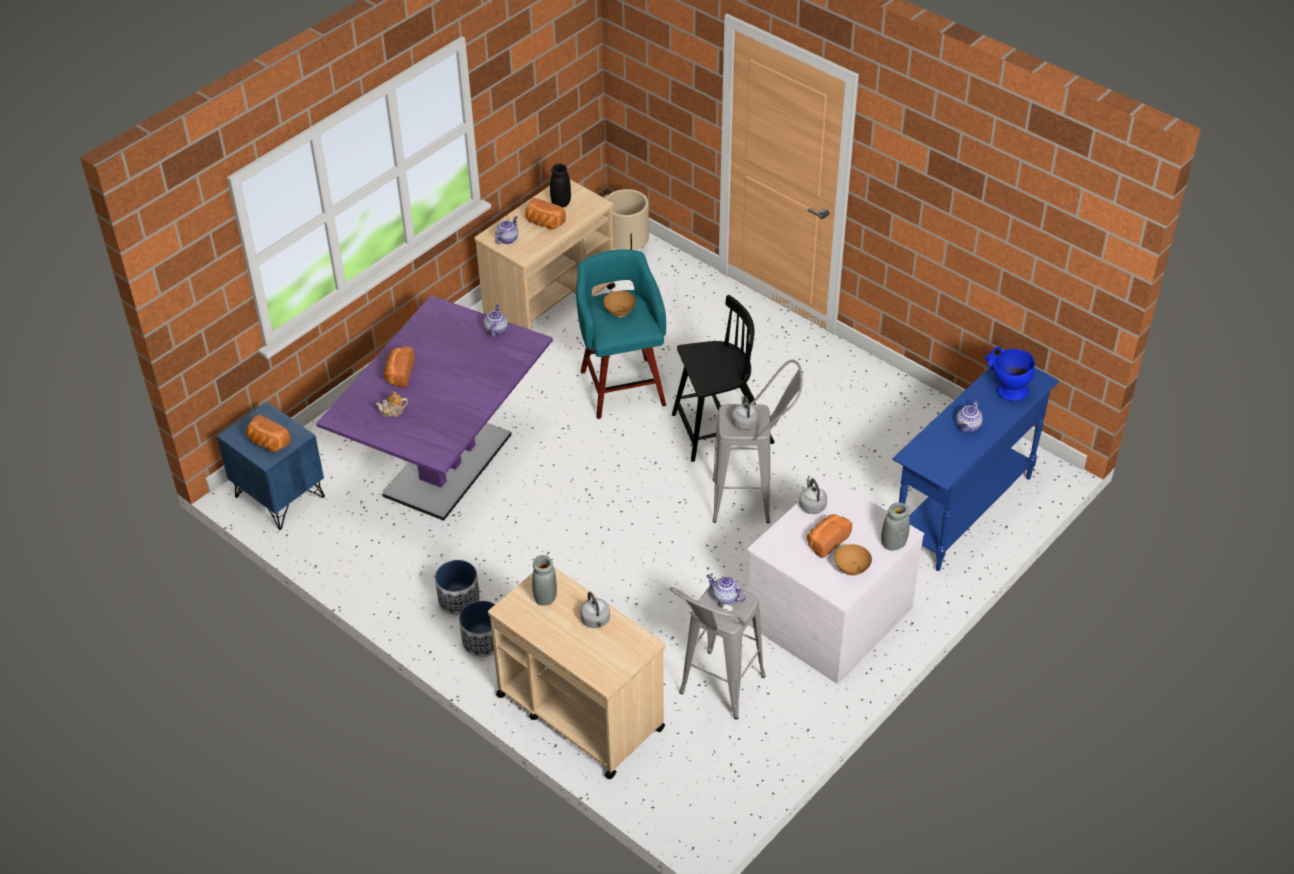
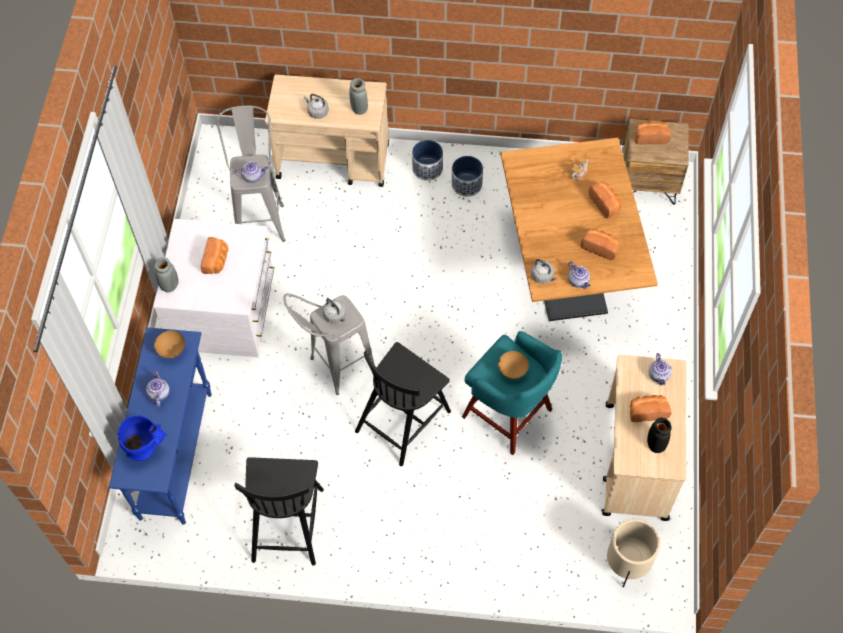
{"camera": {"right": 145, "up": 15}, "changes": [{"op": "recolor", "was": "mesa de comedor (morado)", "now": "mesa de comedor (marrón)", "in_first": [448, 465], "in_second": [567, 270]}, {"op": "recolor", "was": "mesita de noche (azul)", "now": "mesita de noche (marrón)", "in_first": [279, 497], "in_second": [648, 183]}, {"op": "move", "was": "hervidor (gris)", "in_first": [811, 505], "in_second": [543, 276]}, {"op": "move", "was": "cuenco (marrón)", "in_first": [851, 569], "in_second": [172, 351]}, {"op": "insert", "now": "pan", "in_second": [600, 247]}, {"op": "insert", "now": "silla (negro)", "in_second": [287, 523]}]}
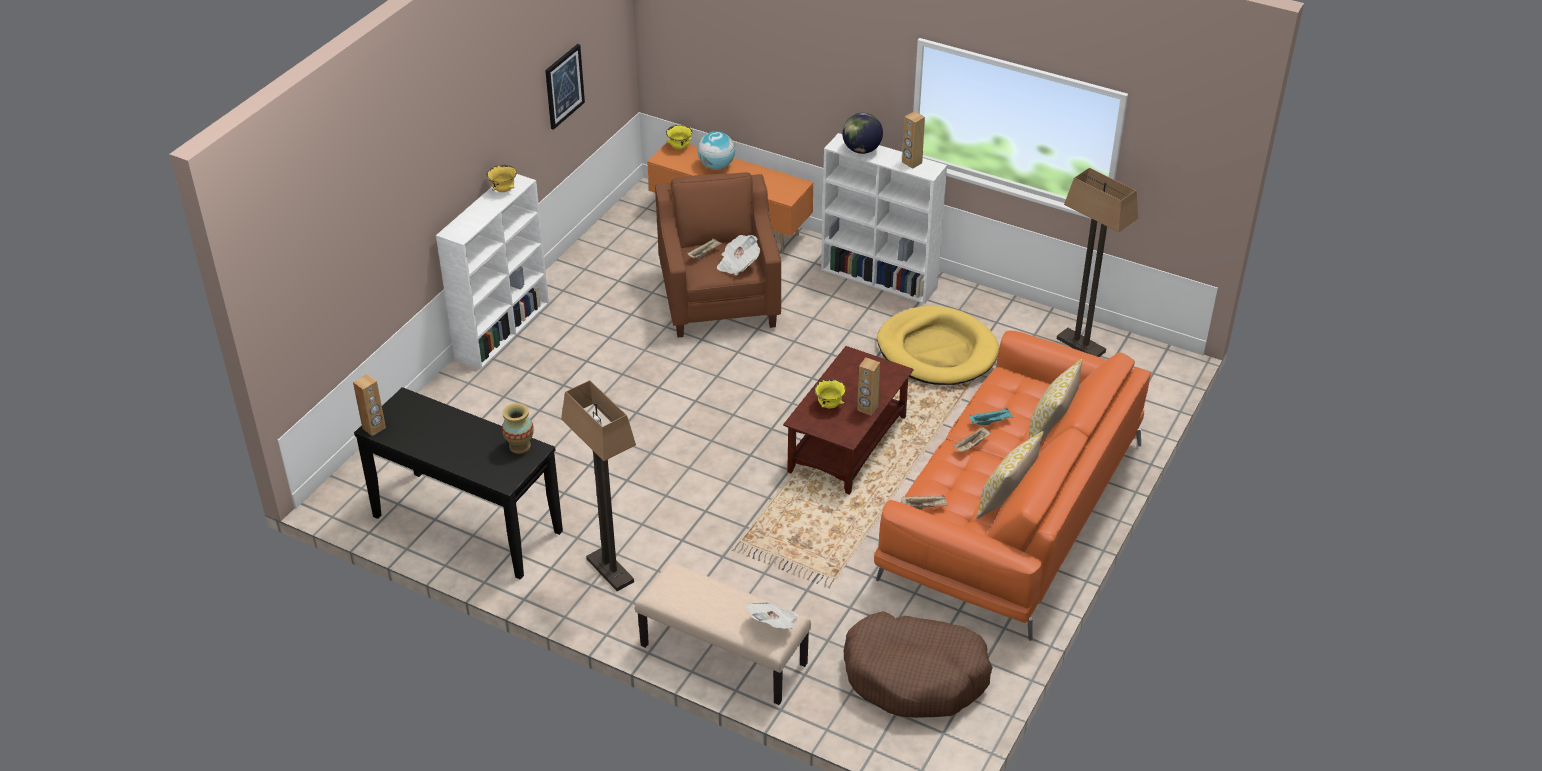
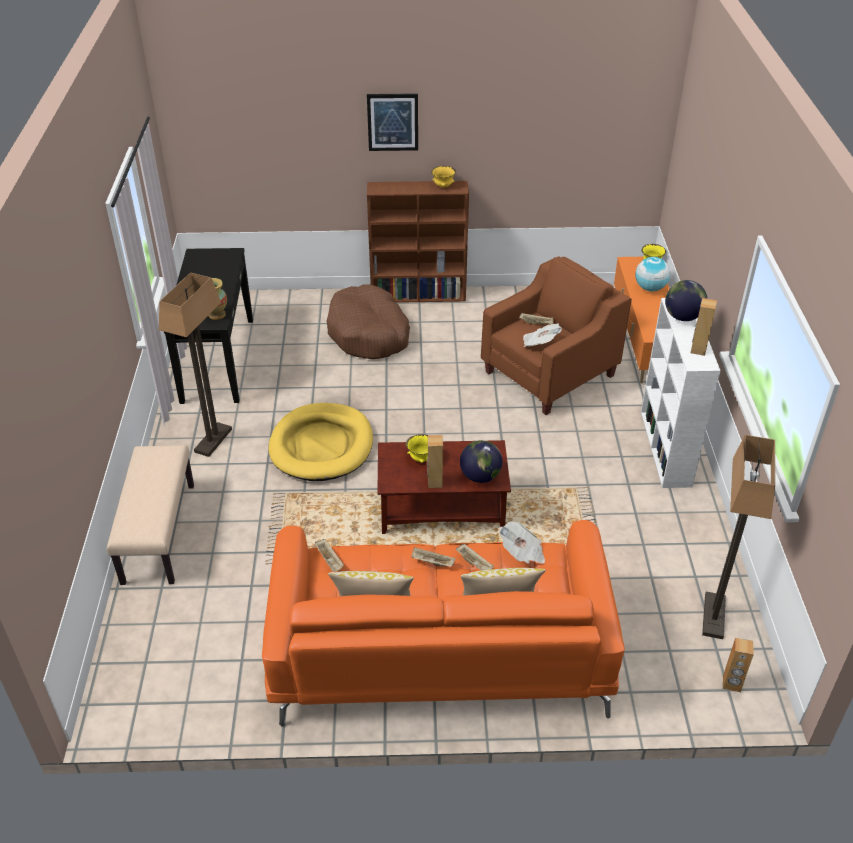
{"camera": {"right": 60, "up": 0}, "changes": [{"op": "move", "was": "cuadro", "in_first": [564, 86], "in_second": [393, 122]}, {"op": "recolor", "was": "estantería (blanco)", "now": "estantería (marrón)", "in_first": [503, 330], "in_second": [419, 295]}, {"op": "move", "was": "cama para perro (amarillo)", "in_first": [937, 351], "in_second": [321, 446]}, {"op": "move", "was": "altavoz (marrón)", "in_first": [374, 428], "in_second": [731, 684]}, {"op": "recolor", "was": "bandeja (turquesa)", "now": "bandeja (beis)", "in_first": [991, 422], "in_second": [475, 564]}, {"op": "move", "was": "periódico", "in_first": [774, 624], "in_second": [522, 552]}, {"op": "move", "was": "cama para perro (marrón)", "in_first": [915, 676], "in_second": [369, 334]}, {"op": "insert", "now": "globo terráqueo", "in_second": [480, 476]}]}
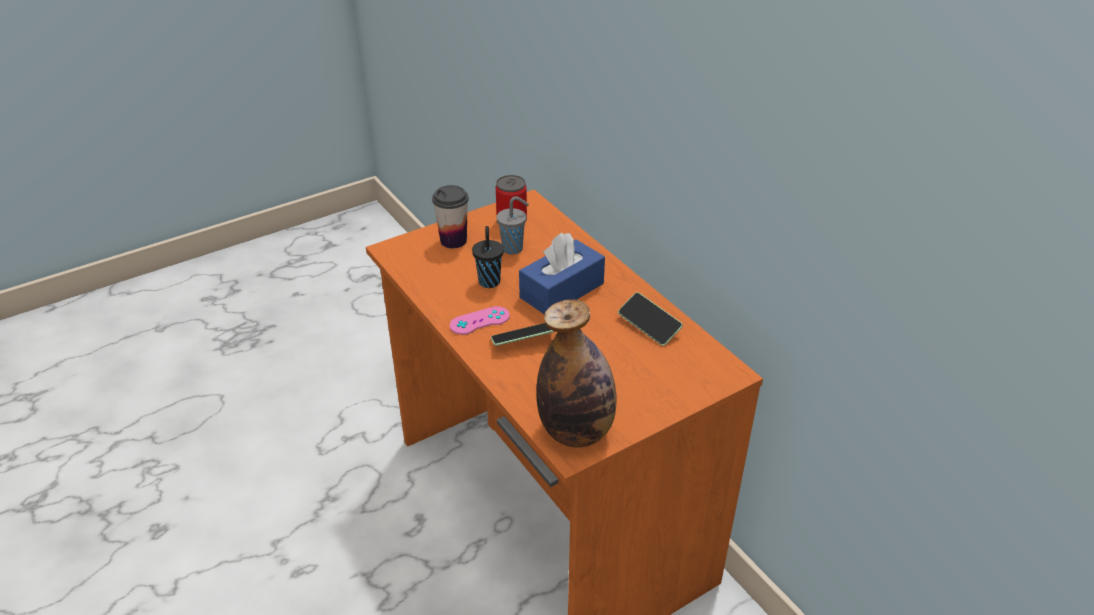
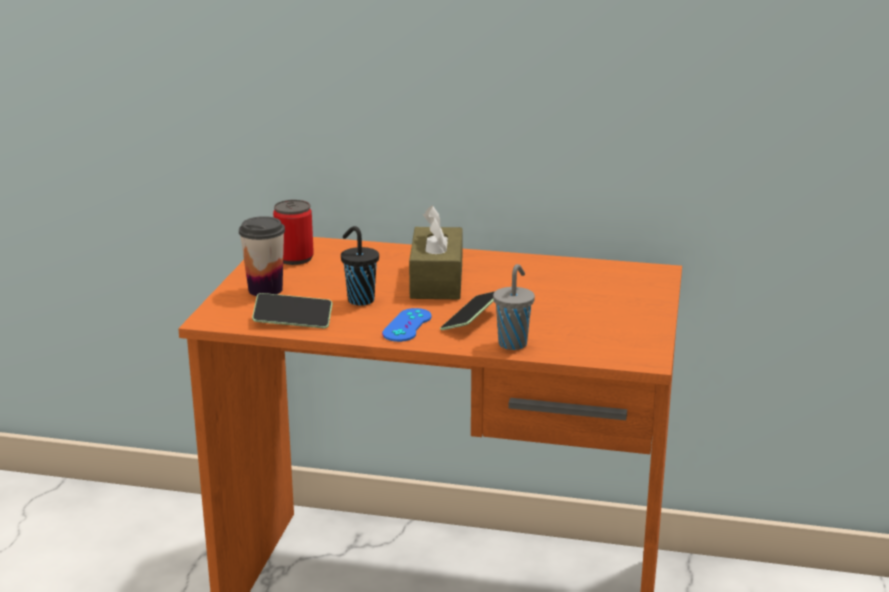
{"camera": {"right": -45, "up": -15}, "changes": [{"op": "move", "was": "taza (gris)", "in_first": [513, 248], "in_second": [513, 343]}, {"op": "recolor", "was": "caja de pañuelos (azul)", "now": "caja de pañuelos (marrón)", "in_first": [562, 290], "in_second": [436, 280]}, {"op": "move", "was": "móvil", "in_first": [649, 326], "in_second": [293, 321]}, {"op": "delete", "was": "botella", "in_first": [576, 432]}, {"op": "recolor", "was": "mando de consola (rosa)", "now": "mando de consola (azul)", "in_first": [479, 321], "in_second": [407, 325]}]}
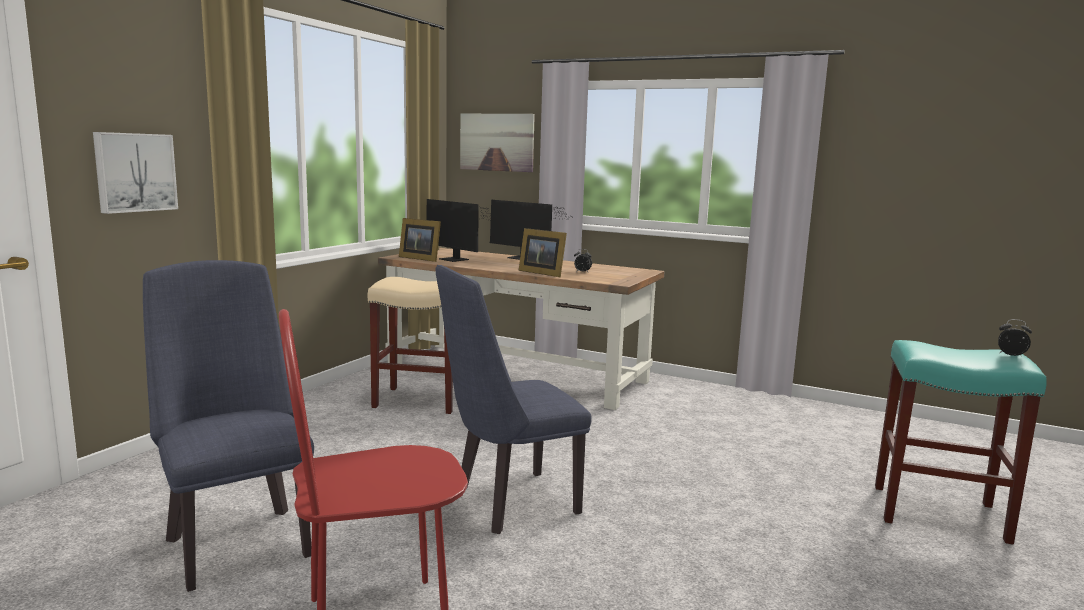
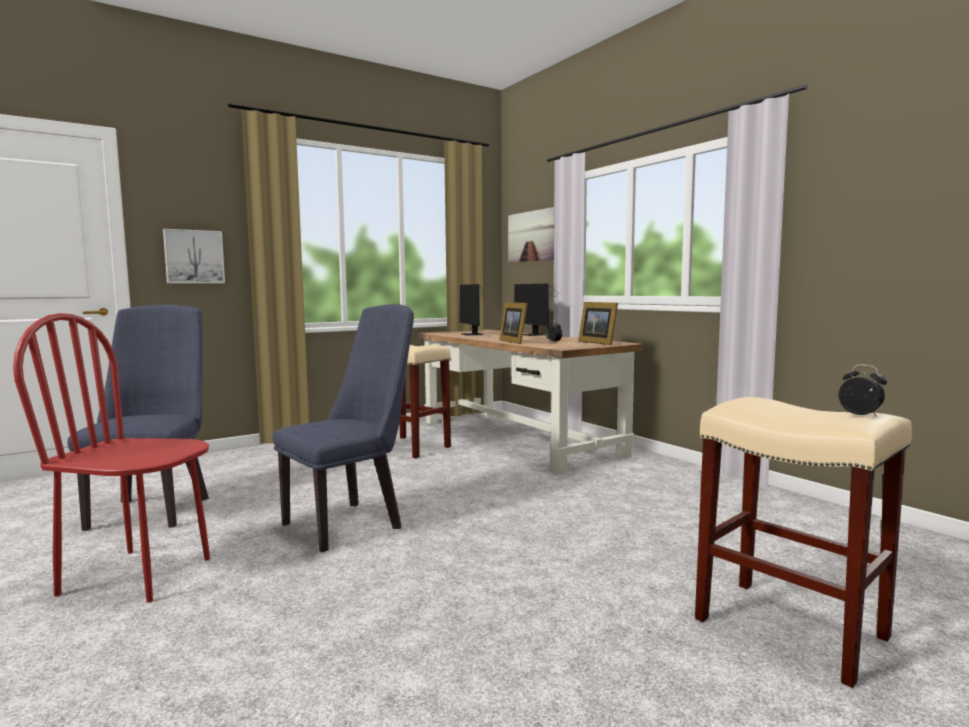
{"camera": {"right": 30, "up": -5}, "changes": [{"op": "move", "was": "portarretratos", "in_first": [420, 258], "in_second": [598, 342]}, {"op": "rotate", "was": "silla (azul)", "in_first": [507, 503], "in_second": [351, 522], "clockwise": 135}, {"op": "recolor", "was": "taburete (turquesa)", "now": "taburete (beis)", "in_first": [937, 513], "in_second": [787, 627]}]}
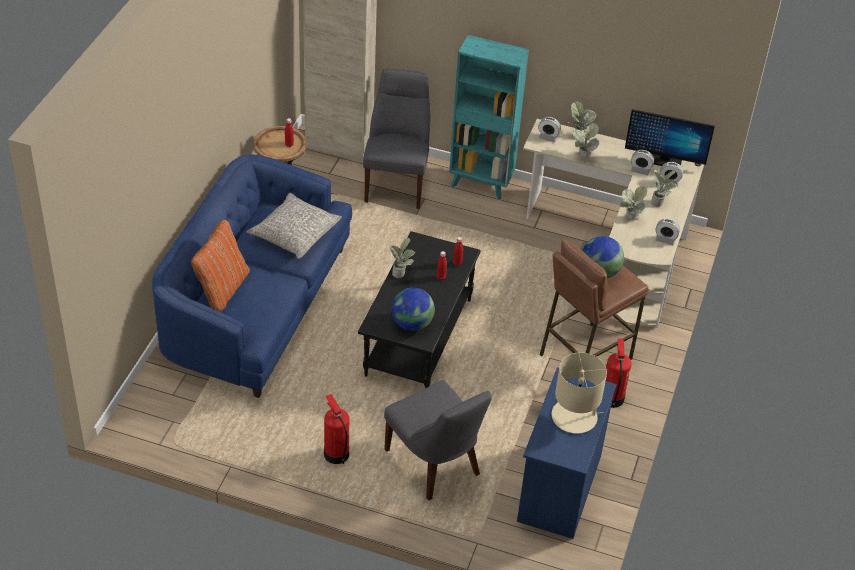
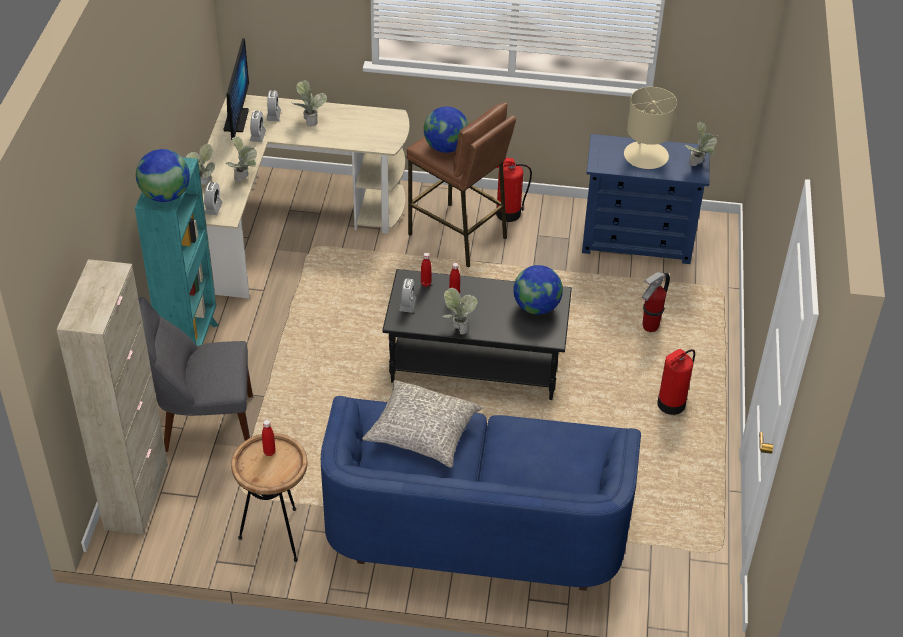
{"camera": {"right": -100, "up": 0}, "changes": [{"op": "move", "was": "planta en maceta", "in_first": [629, 219], "in_second": [698, 164]}, {"op": "delete", "was": "cojín (naranja)", "in_first": [222, 289]}, {"op": "move", "was": "despertador", "in_first": [665, 240], "in_second": [407, 305]}, {"op": "replace", "was": "silla (gris)", "now": "extintor", "in_first": [435, 465], "in_second": [649, 327]}, {"op": "insert", "now": "globo terráqueo", "in_second": [165, 195]}]}
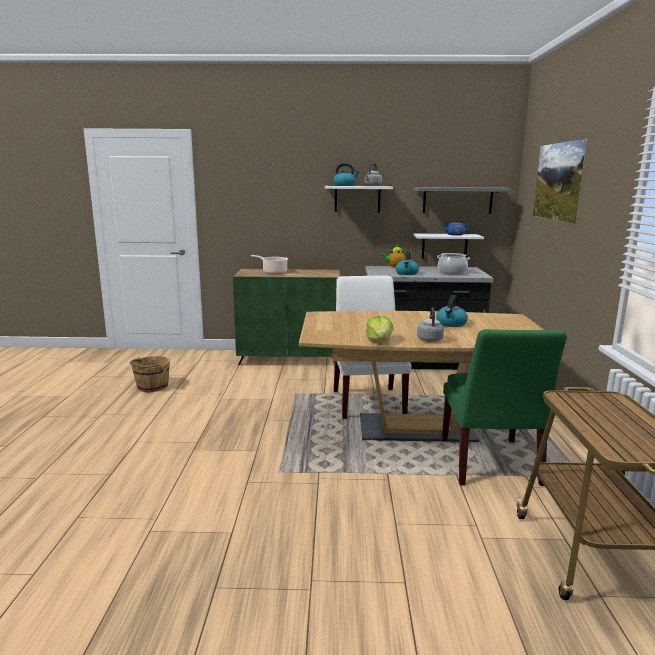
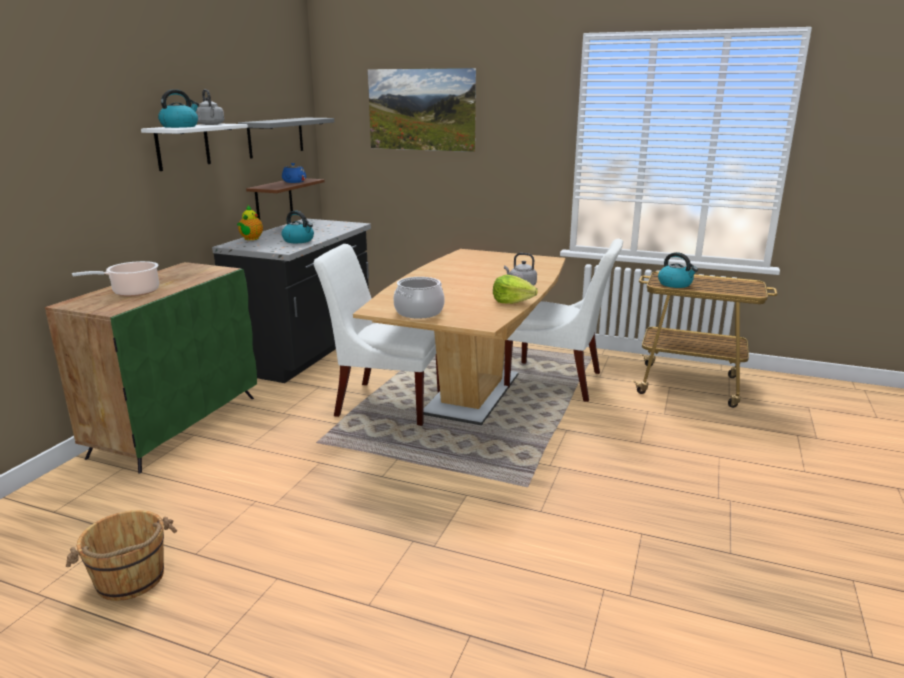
{"camera": {"right": -70, "up": 5}, "changes": [{"op": "recolor", "was": "estante (blanco)", "now": "estante (marrón)", "in_first": [444, 246], "in_second": [273, 199]}, {"op": "move", "was": "olla", "in_first": [452, 272], "in_second": [419, 312]}, {"op": "move", "was": "hervidor", "in_first": [451, 324], "in_second": [675, 284]}, {"op": "recolor", "was": "silla (verde)", "now": "silla (blanco)", "in_first": [489, 464], "in_second": [558, 381]}]}
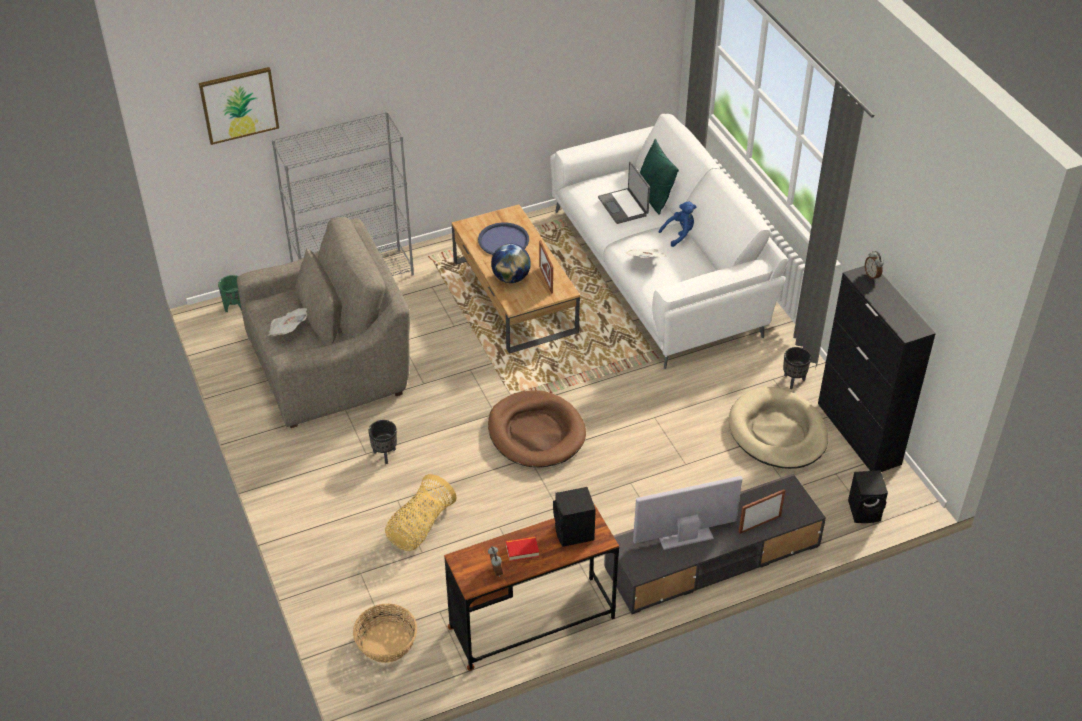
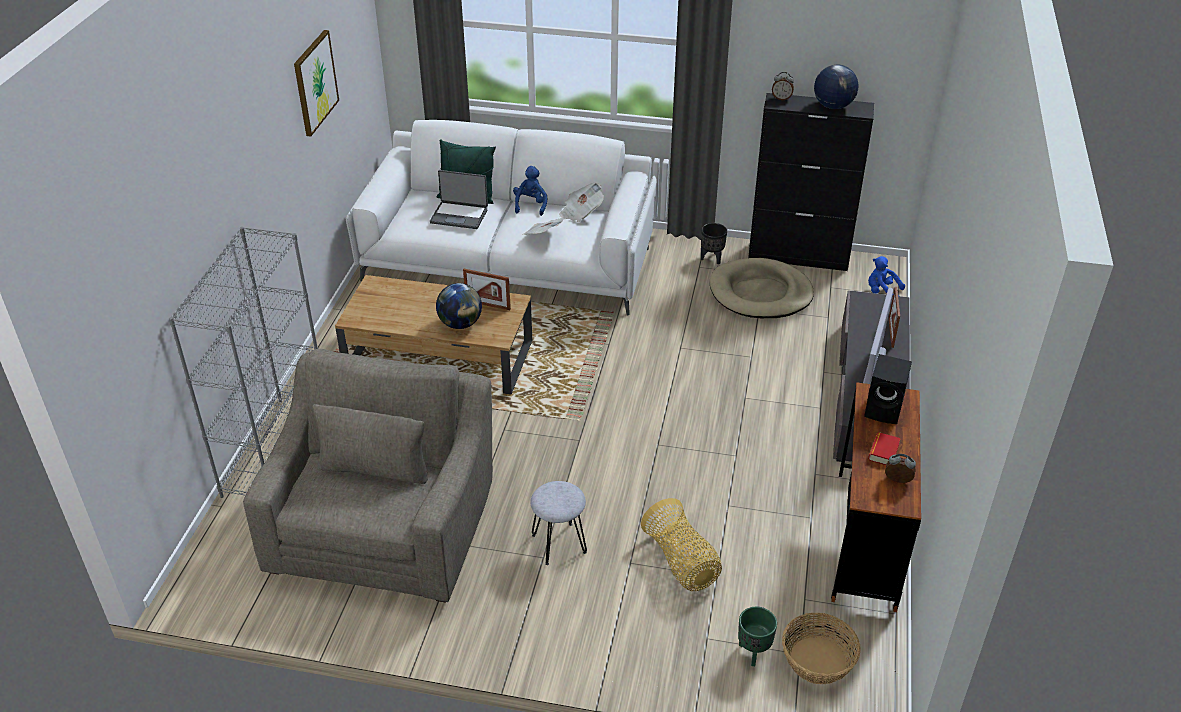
{"camera": {"right": -55, "up": -5}, "changes": [{"op": "move", "was": "cuadro", "in_first": [239, 105], "in_second": [315, 82]}, {"op": "delete", "was": "bandeja (azul)", "in_first": [503, 240]}, {"op": "move", "was": "maceta (verde)", "in_first": [236, 308], "in_second": [753, 652]}, {"op": "move", "was": "periódico", "in_first": [288, 330], "in_second": [581, 212]}, {"op": "delete", "was": "cama para perro (marrón)", "in_first": [536, 432]}, {"op": "replace", "was": "maceta (negro)", "now": "taburete (gris)", "in_first": [384, 454], "in_second": [558, 543]}, {"op": "replace", "was": "altavoz (negro)", "now": "peluche (azul)", "in_first": [865, 511], "in_second": [882, 292]}, {"op": "insert", "now": "globo terráqueo", "in_second": [833, 106]}]}
